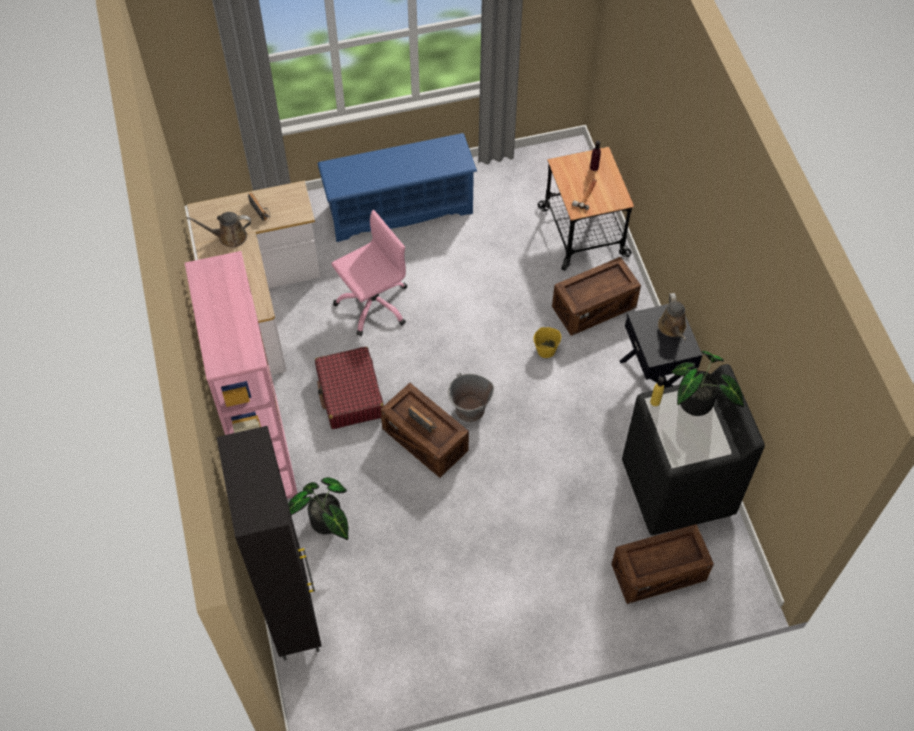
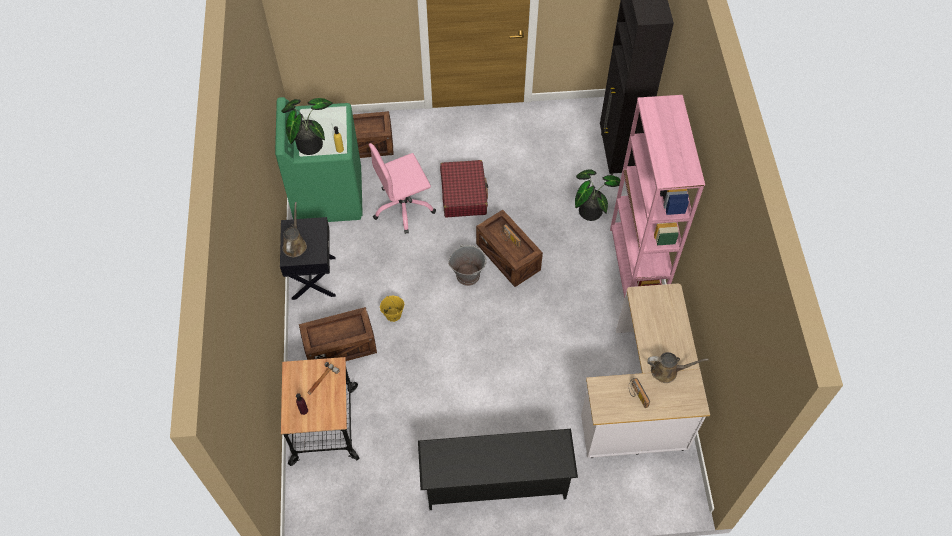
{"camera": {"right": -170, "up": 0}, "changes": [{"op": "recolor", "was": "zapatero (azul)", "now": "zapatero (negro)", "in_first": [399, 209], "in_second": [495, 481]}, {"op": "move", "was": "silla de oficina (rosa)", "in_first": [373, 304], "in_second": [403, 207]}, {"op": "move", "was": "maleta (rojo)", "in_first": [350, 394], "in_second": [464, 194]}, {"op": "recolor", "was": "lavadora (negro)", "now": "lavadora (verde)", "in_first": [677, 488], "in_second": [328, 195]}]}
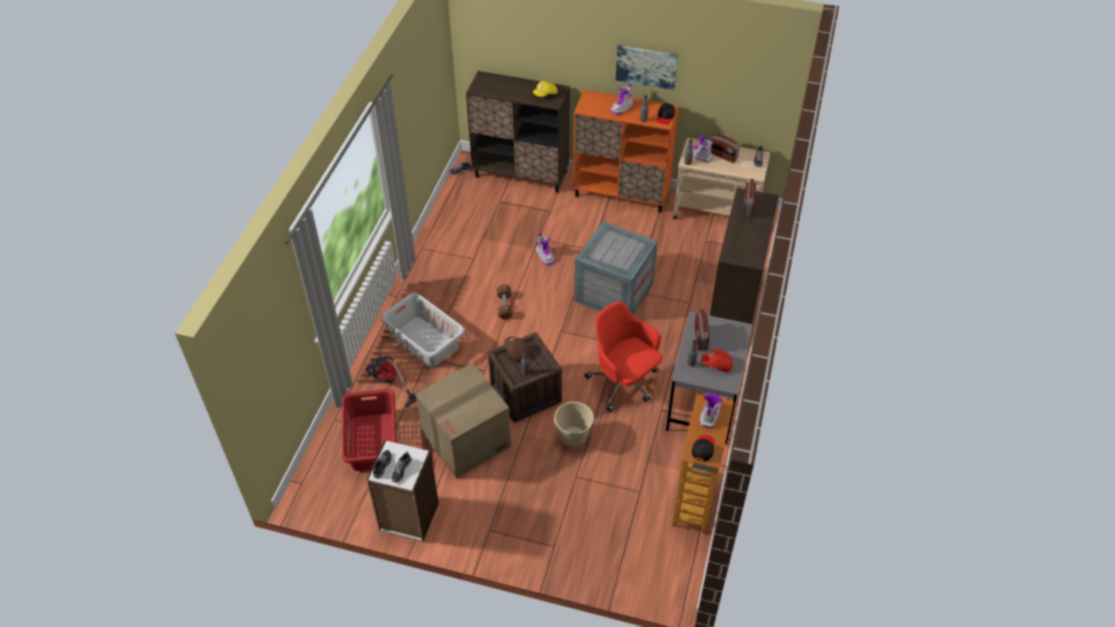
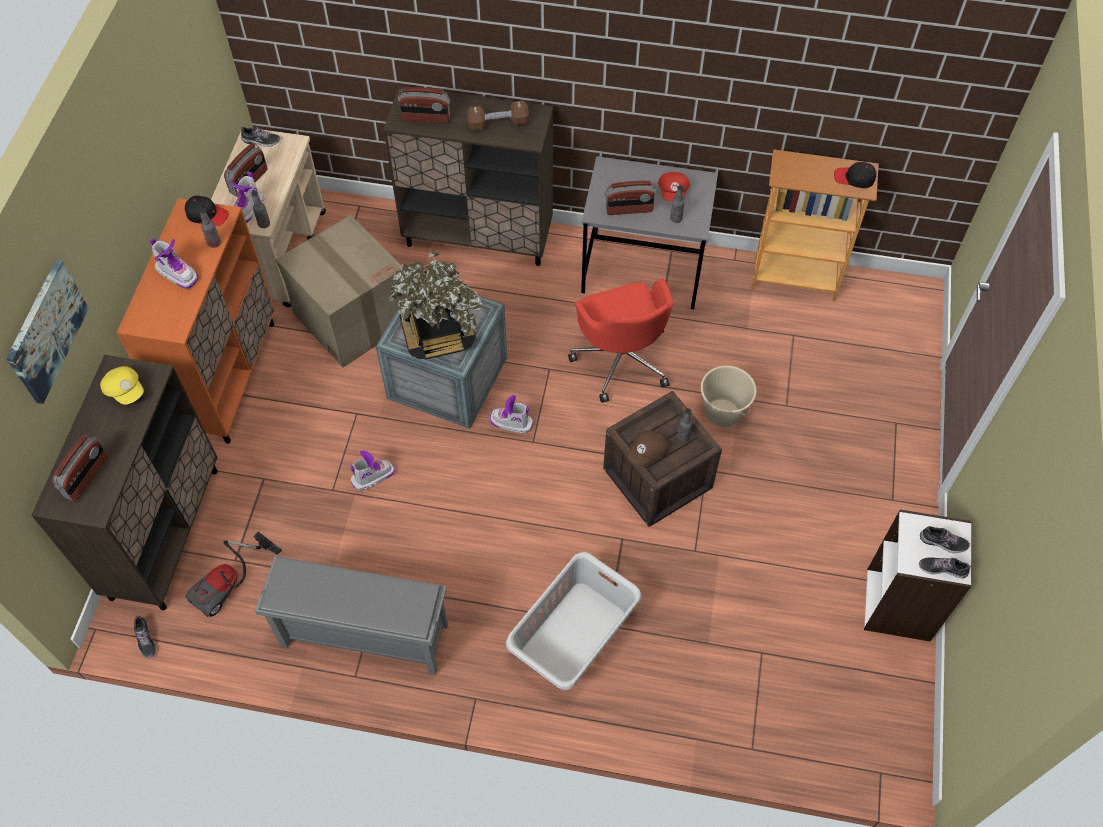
{"camera": {"right": -95, "up": 10}, "changes": [{"op": "move", "was": "cuadro", "in_first": [646, 66], "in_second": [46, 331]}, {"op": "move", "was": "mancuerna (marrón)", "in_first": [504, 306], "in_second": [498, 123]}, {"op": "rotate", "was": "silla de oficina (rojo)", "in_first": [624, 383], "in_second": [621, 358], "clockwise": -60}, {"op": "move", "was": "aspiradora", "in_first": [388, 382], "in_second": [231, 585]}, {"op": "move", "was": "caja de cartón", "in_first": [467, 439], "in_second": [352, 316]}, {"op": "delete", "was": "cesto de la ropa (rojo)", "in_first": [372, 442]}, {"op": "move", "was": "bota", "in_first": [709, 415], "in_second": [511, 423]}, {"op": "insert", "now": "planta en maceta", "in_second": [438, 333]}, {"op": "insert", "now": "radio", "in_second": [86, 477]}, {"op": "insert", "now": "zapatero (gris)", "in_second": [363, 636]}]}
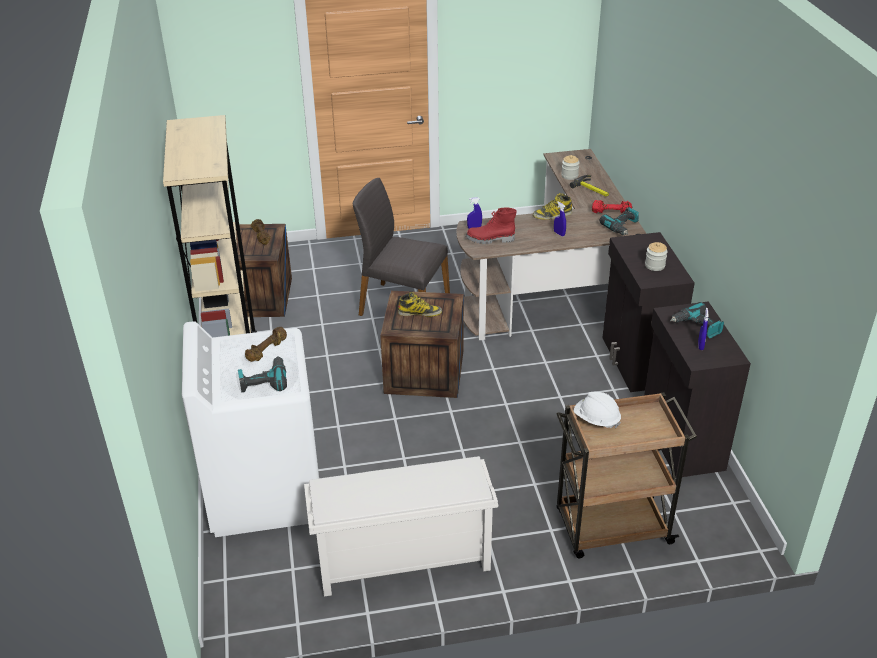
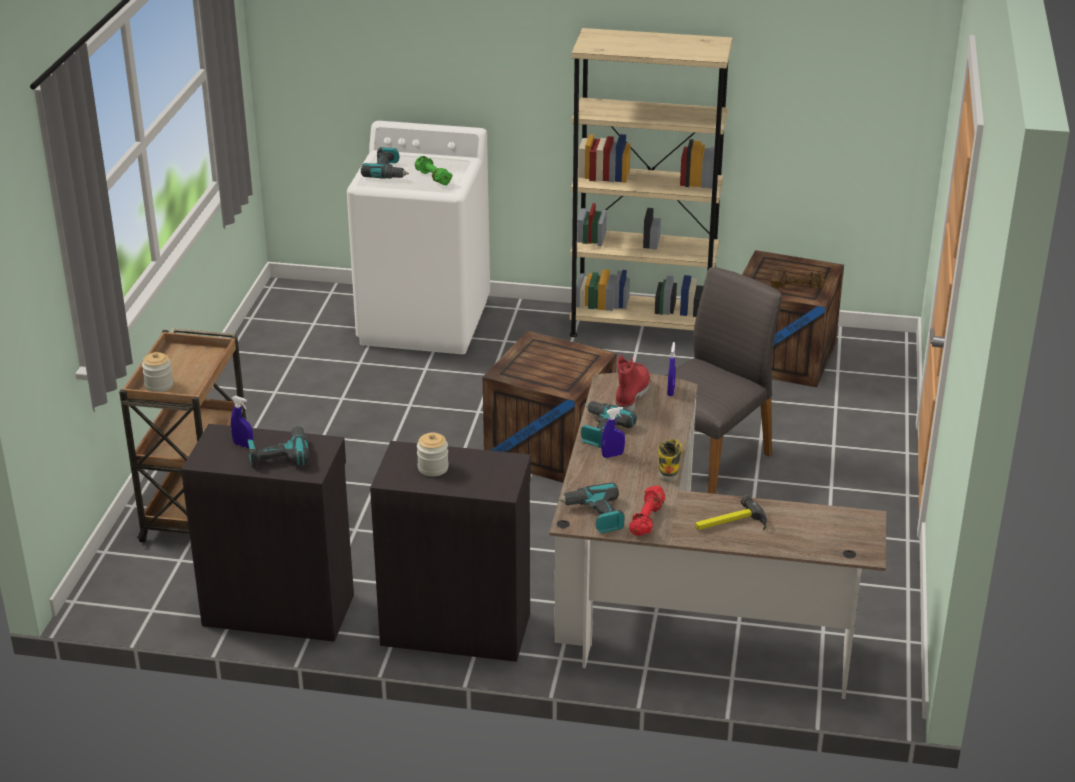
{"camera": {"right": 110, "up": -5}, "changes": [{"op": "move", "was": "tarro", "in_first": [569, 176], "in_second": [159, 385]}, {"op": "delete", "was": "bota", "in_first": [420, 312]}, {"op": "recolor", "was": "mancuerna (marrón)", "now": "mancuerna (verde)", "in_first": [267, 351], "in_second": [432, 178]}, {"op": "delete", "was": "casco (blanco)", "in_first": [596, 419]}, {"op": "delete", "was": "zapatero (blanco)", "in_first": [402, 562]}, {"op": "insert", "now": "taladro", "in_second": [600, 430]}]}
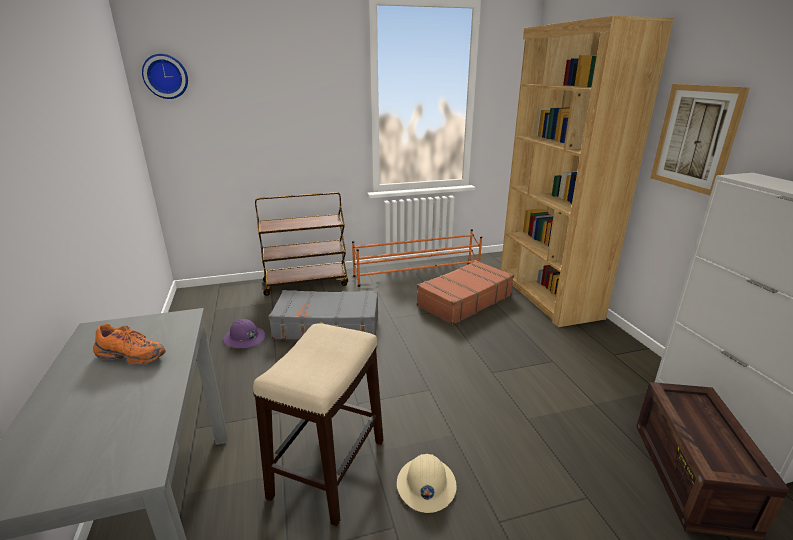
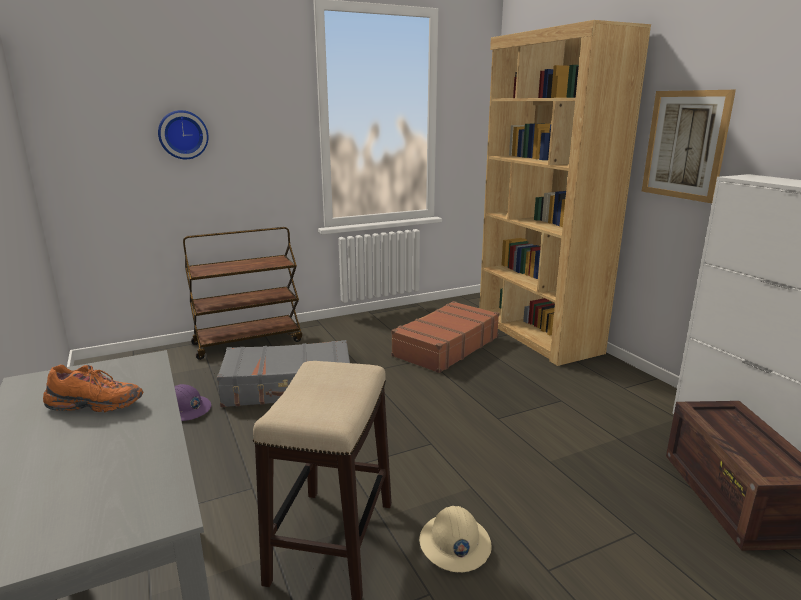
{"camera": {"right": -10, "up": -5}, "changes": [{"op": "move", "was": "reloj de pared", "in_first": [166, 76], "in_second": [183, 134]}, {"op": "delete", "was": "zapatero (naranja)", "in_first": [417, 274]}]}
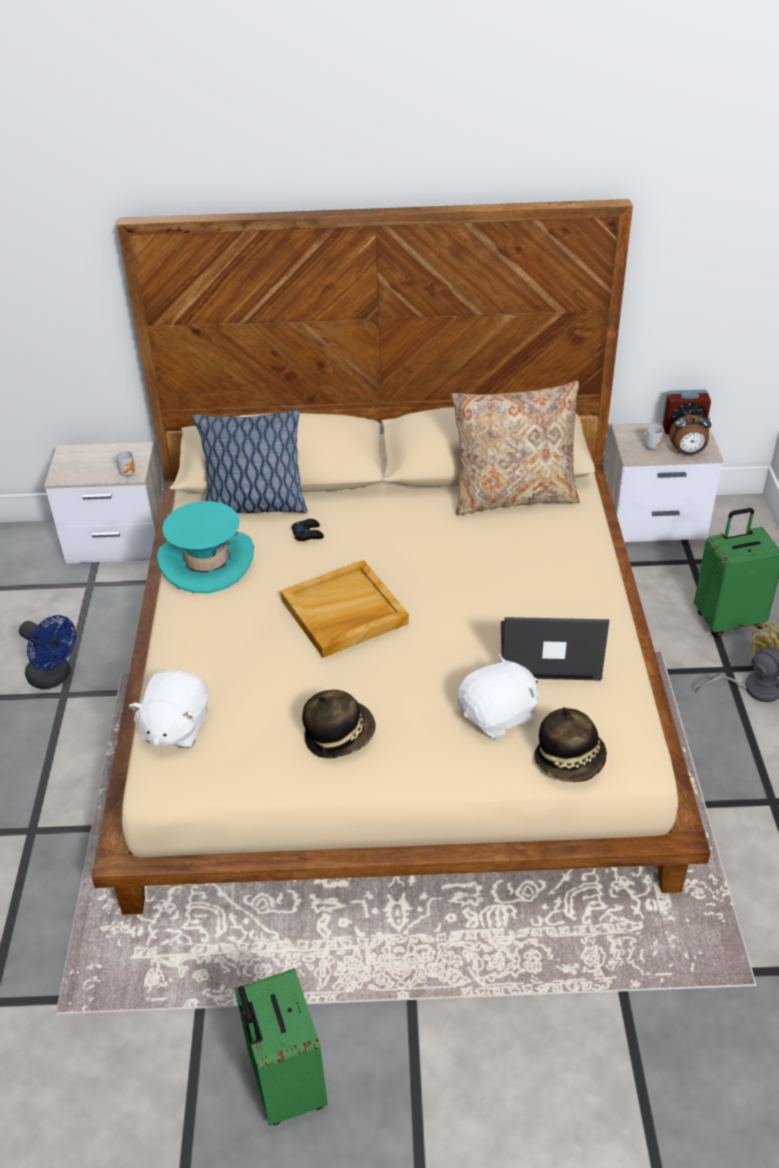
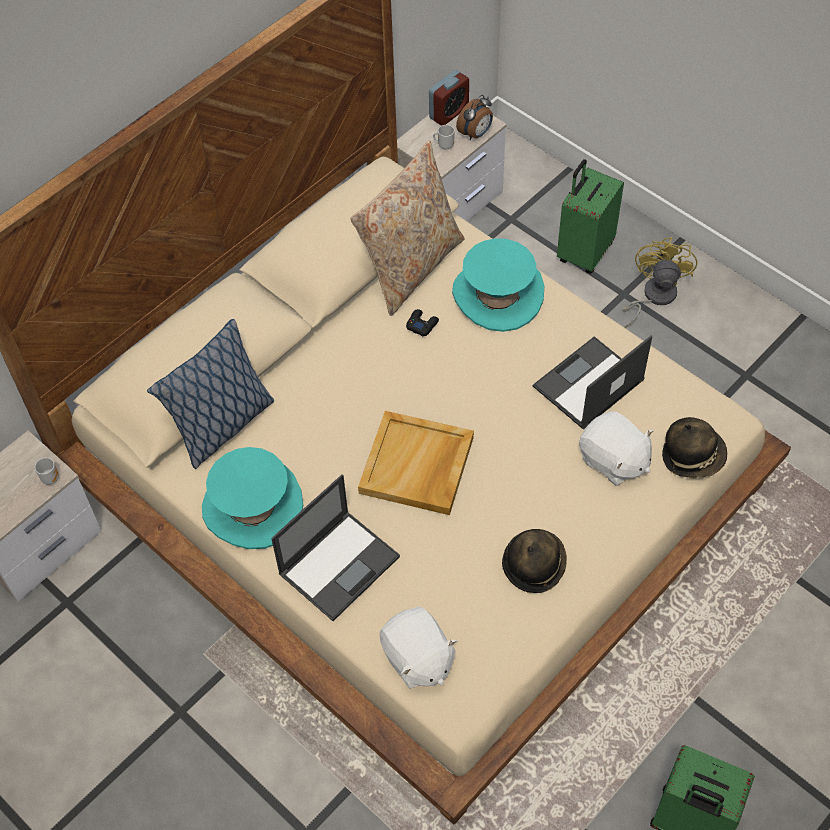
{"camera": {"right": -45, "up": 15}, "changes": [{"op": "move", "was": "mando de consola (negro)", "in_first": [308, 533], "in_second": [422, 324]}, {"op": "delete", "was": "ventilador (azul)", "in_first": [54, 677]}, {"op": "rotate", "was": "peluche (blanco)", "in_first": [498, 716], "in_second": [613, 461], "clockwise": 120}, {"op": "insert", "now": "sombrero (turquesa)", "in_second": [498, 295]}, {"op": "insert", "now": "portátil", "in_second": [340, 564]}]}
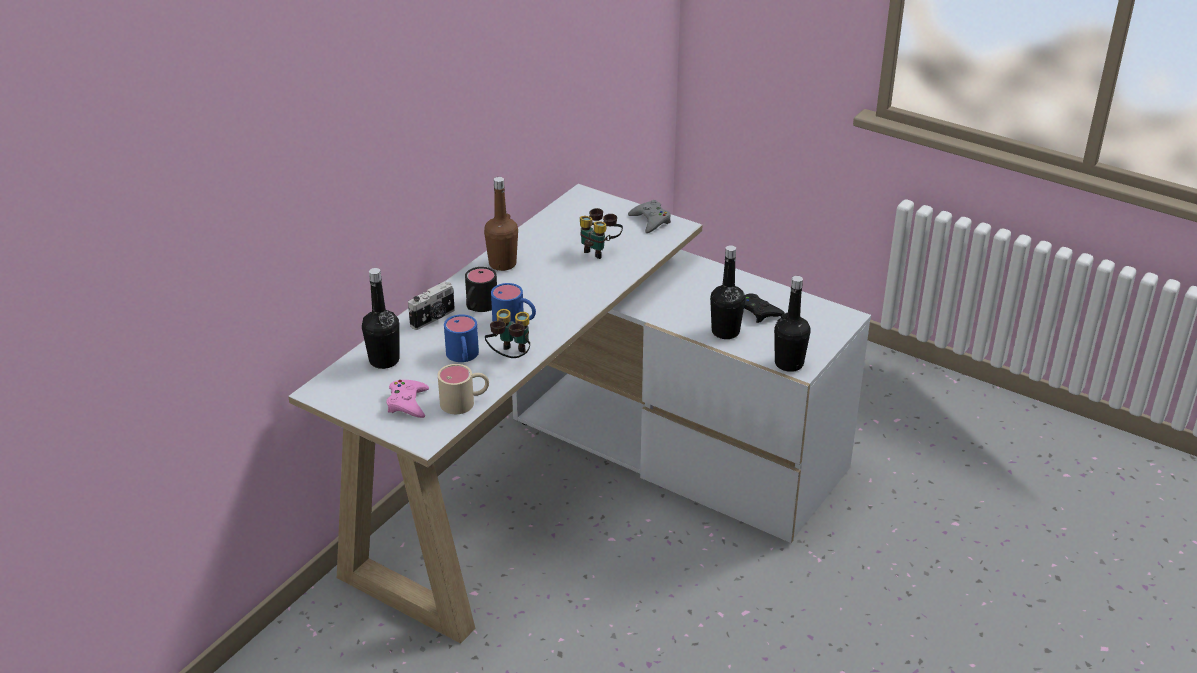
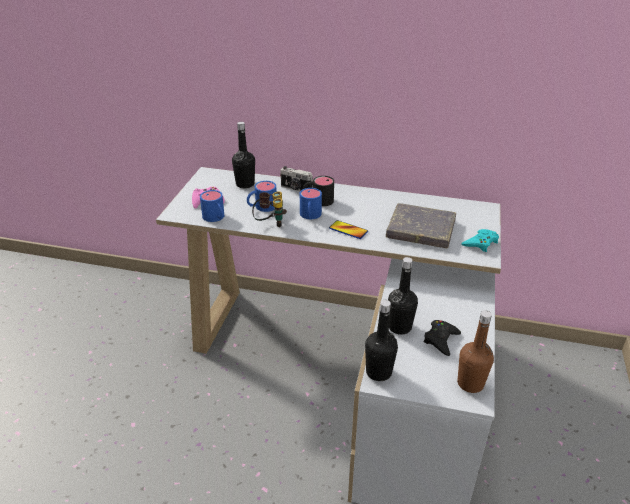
{"camera": {"right": 70, "up": 0}, "changes": [{"op": "move", "was": "botella (marrón)", "in_first": [502, 264], "in_second": [470, 383]}, {"op": "recolor", "was": "mando de consola (gris)", "now": "mando de consola (turquesa)", "in_first": [650, 221], "in_second": [480, 243]}, {"op": "replace", "was": "prismáticos", "now": "libro (gris)", "in_first": [599, 250], "in_second": [421, 230]}, {"op": "recolor", "was": "taza grande (beis)", "now": "taza grande (azul)", "in_first": [465, 402], "in_second": [215, 218]}, {"op": "insert", "now": "móvil", "in_second": [348, 230]}]}
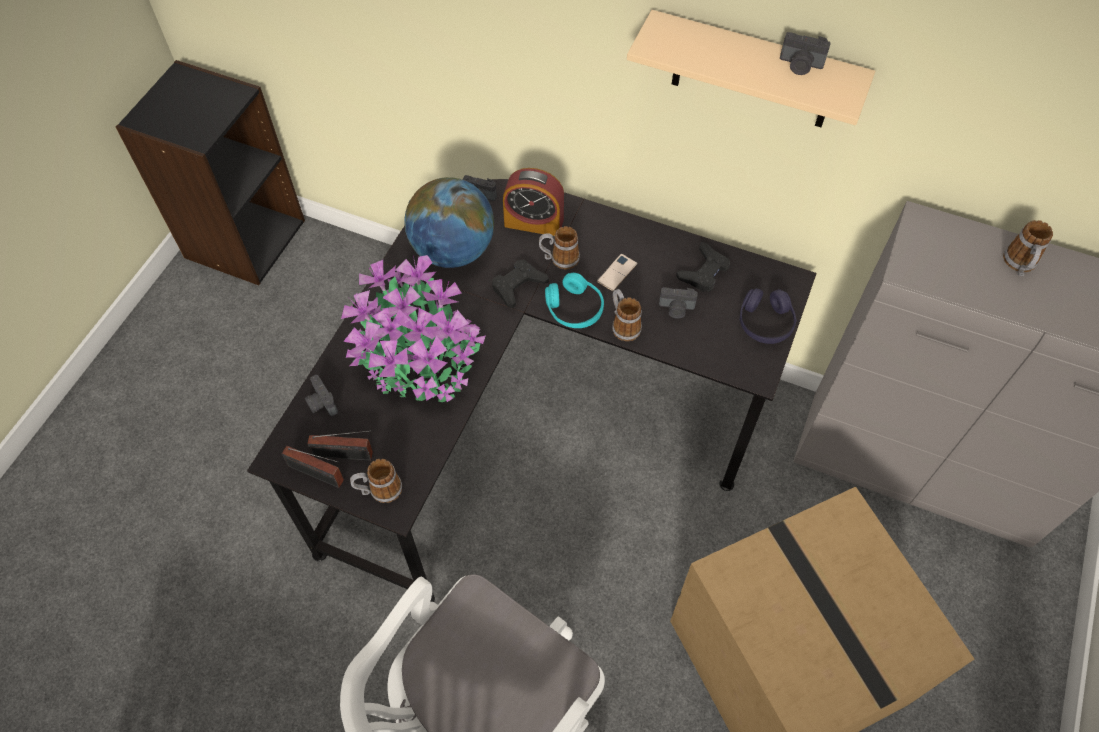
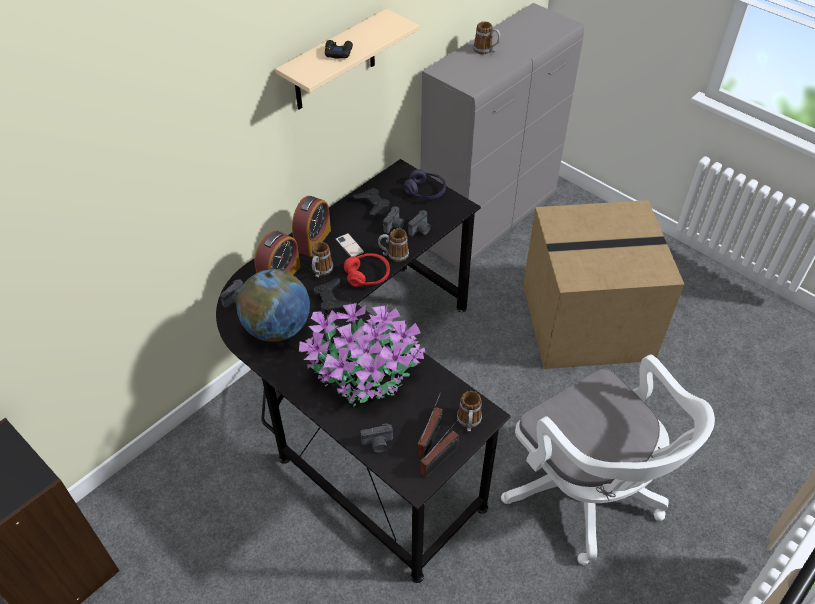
{"camera": {"right": -70, "up": -10}, "changes": [{"op": "move", "was": "cámara", "in_first": [800, 65], "in_second": [420, 230]}, {"op": "recolor", "was": "auriculares (turquesa)", "now": "auriculares (rojo)", "in_first": [574, 308], "in_second": [367, 275]}, {"op": "insert", "now": "mando de consola (negro)", "in_second": [338, 52]}, {"op": "insert", "now": "despertador", "in_second": [313, 240]}]}
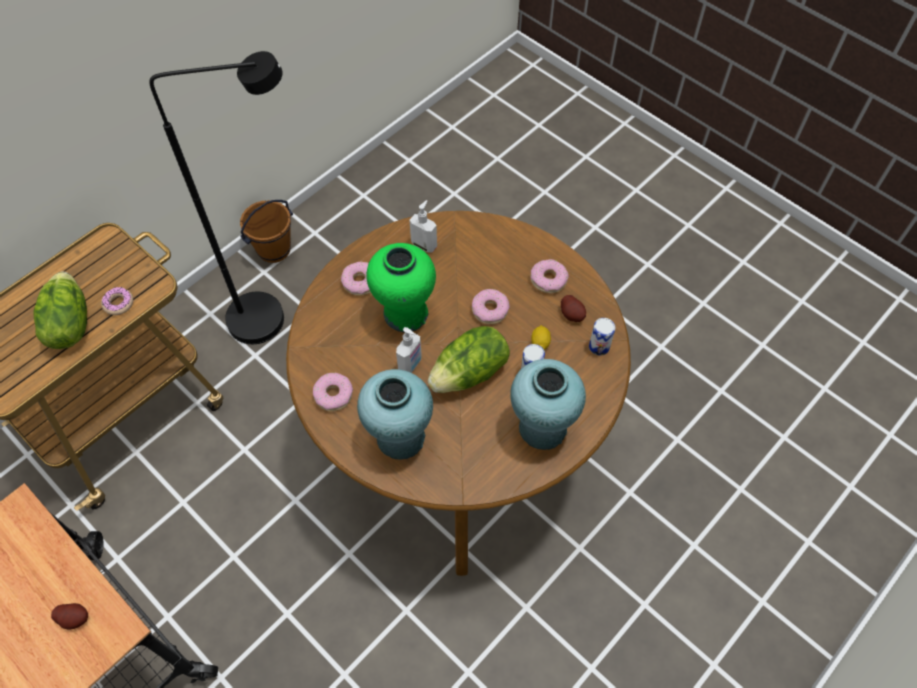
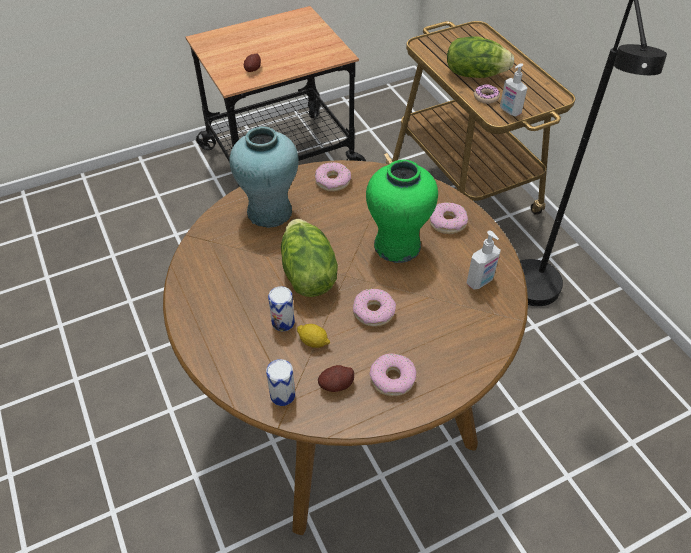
{"camera": {"right": 110, "up": -10}, "changes": [{"op": "delete", "was": "cubo (marrón)", "in_first": [274, 249]}, {"op": "move", "was": "dispensador de jabón", "in_first": [410, 364], "in_second": [509, 111]}, {"op": "delete", "was": "florero (turquesa)", "in_first": [542, 428]}]}
